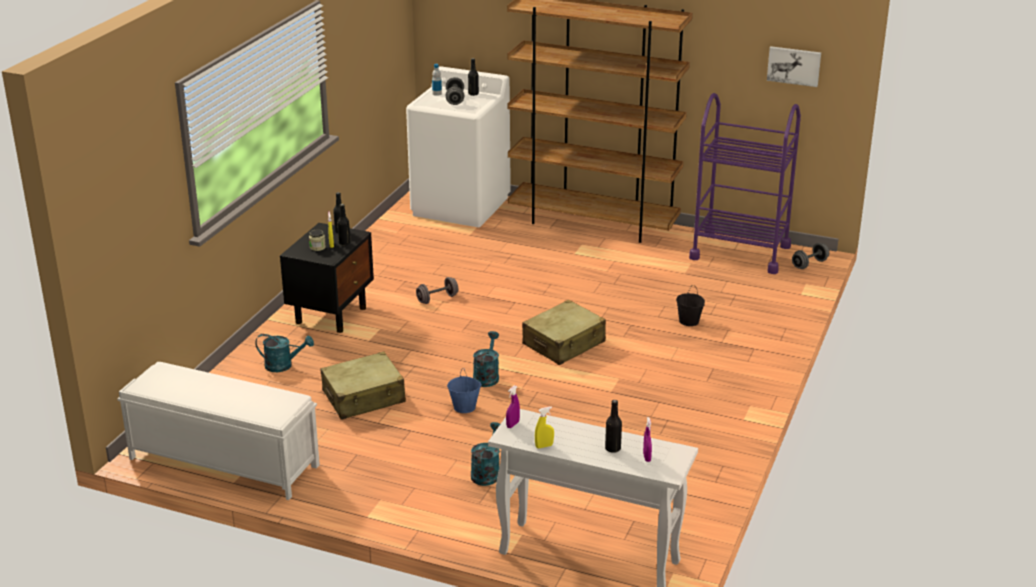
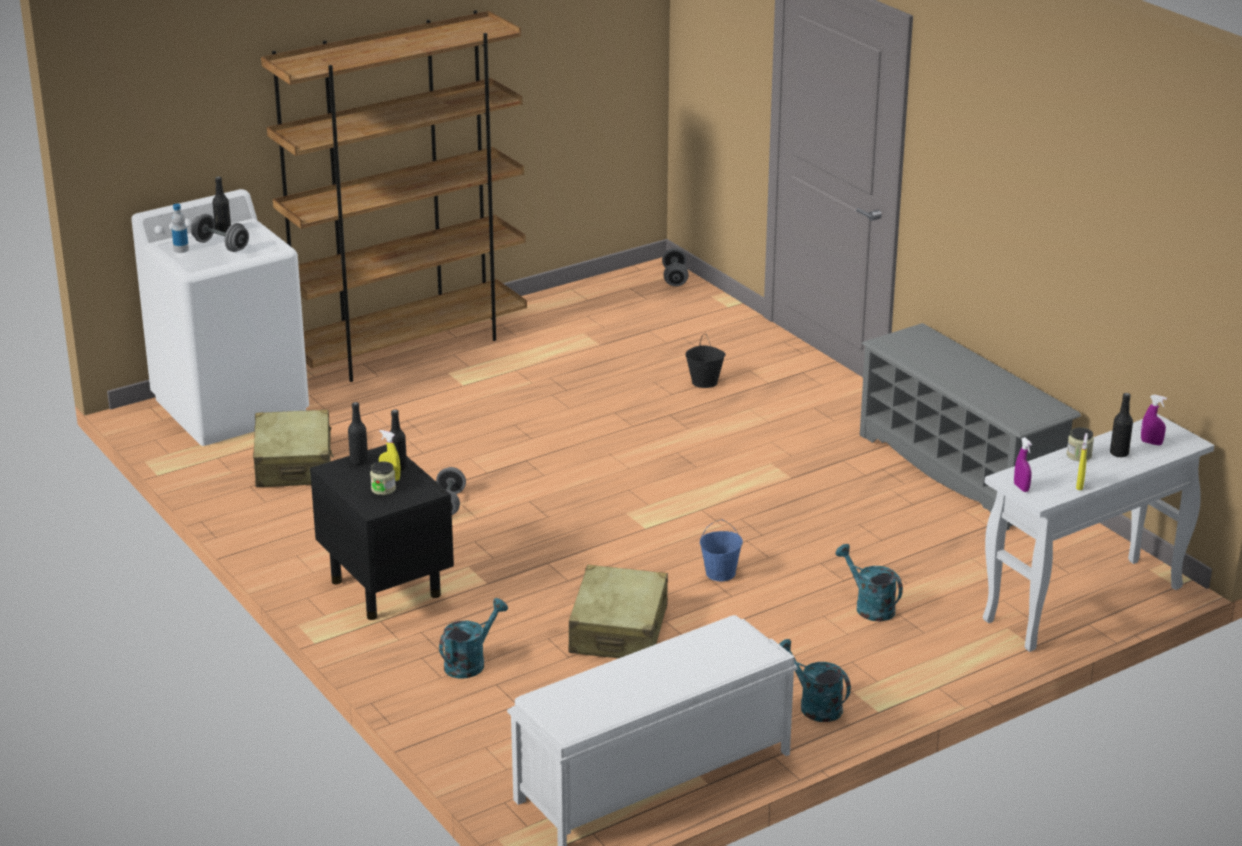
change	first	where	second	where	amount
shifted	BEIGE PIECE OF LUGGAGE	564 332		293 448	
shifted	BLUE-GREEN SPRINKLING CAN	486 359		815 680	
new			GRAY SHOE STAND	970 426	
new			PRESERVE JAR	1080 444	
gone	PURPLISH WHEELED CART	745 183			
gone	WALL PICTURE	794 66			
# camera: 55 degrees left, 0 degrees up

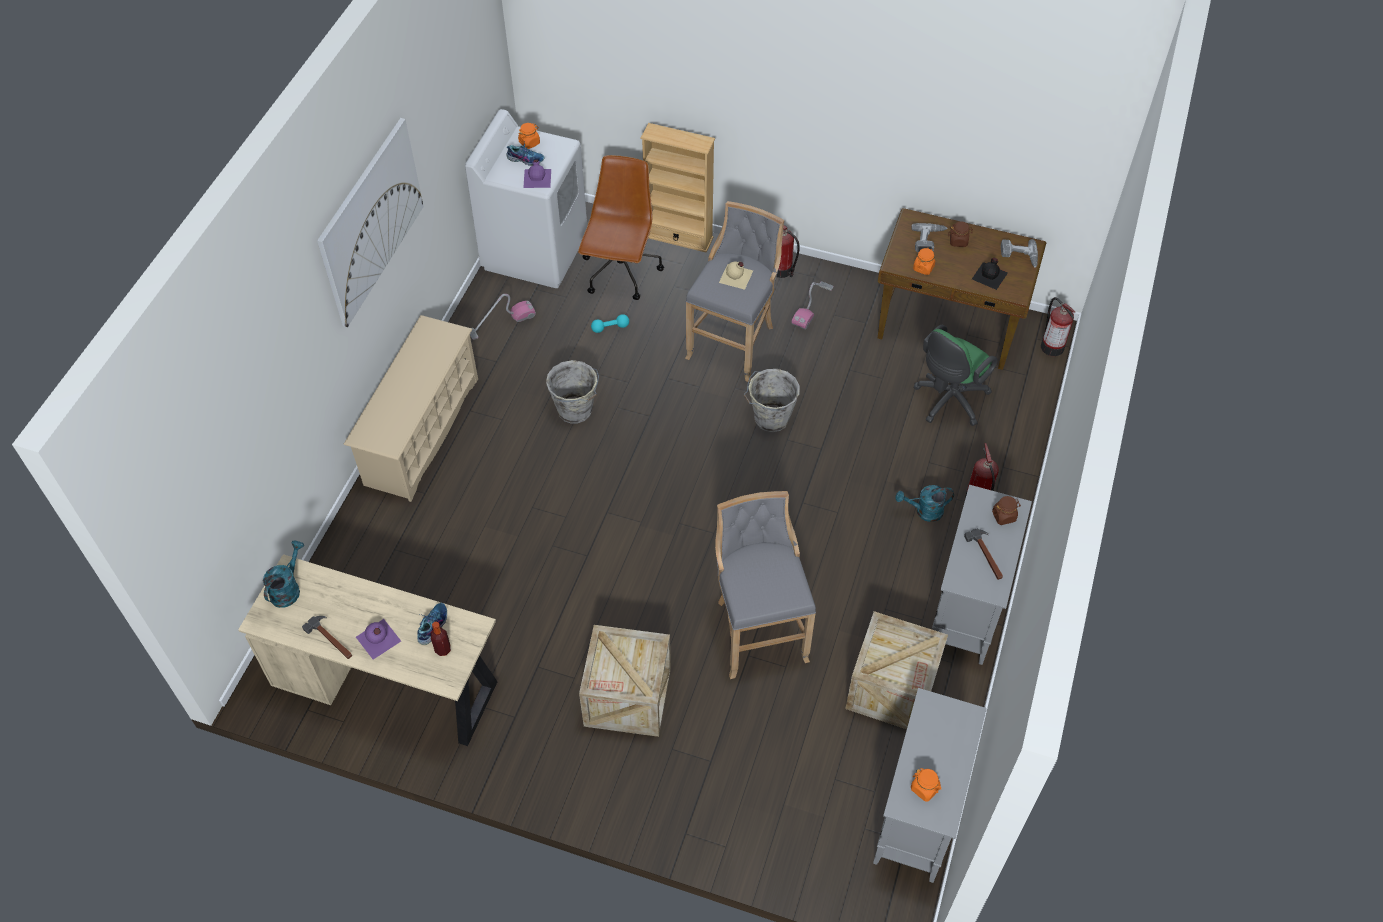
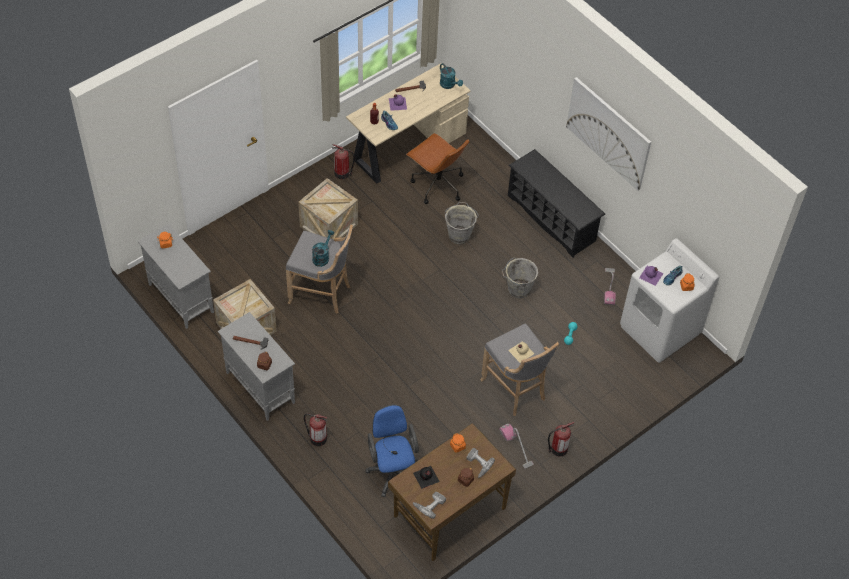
change	first	where	second	where	amount
shifted	BLUE-GREEN SPRINKLING CAN	925 503		323 248	
shifted	FIRE EXTINGUISHER	1058 326		343 161	
repainted	GREENISH DESK CHAIR	955 375	BLUE-COLOURED DESK CHAIR	392 450	
shifted	BROWN-COLOURED DESK CHAIR	621 227		437 168	
shifted	GRAY BUCKET	772 400		462 223	
repainted	BEIGE SHOE STAND	410 408	BLACK-COLOURED SHOE STAND	556 203	
gone	BEIGE BOOKSHELF	677 188			
# camera: 120 degrees right, 0 degrees up

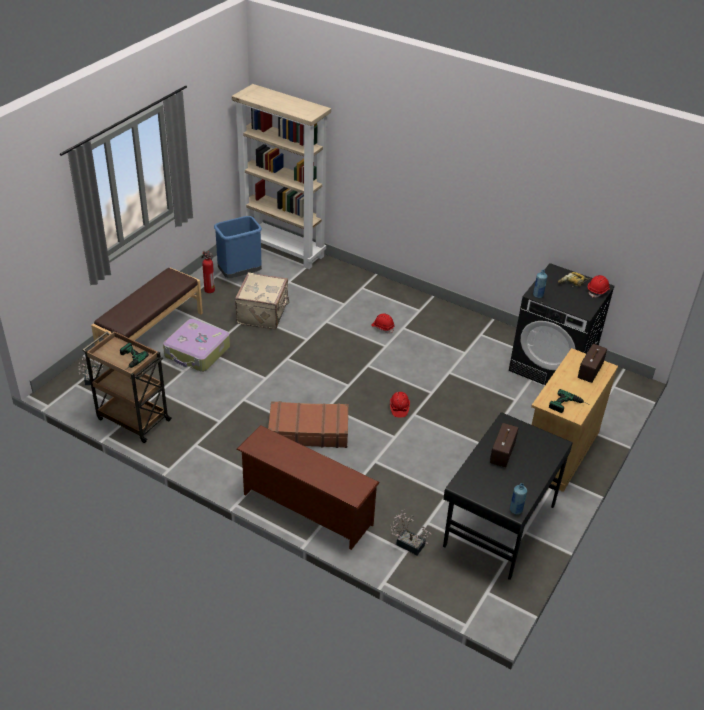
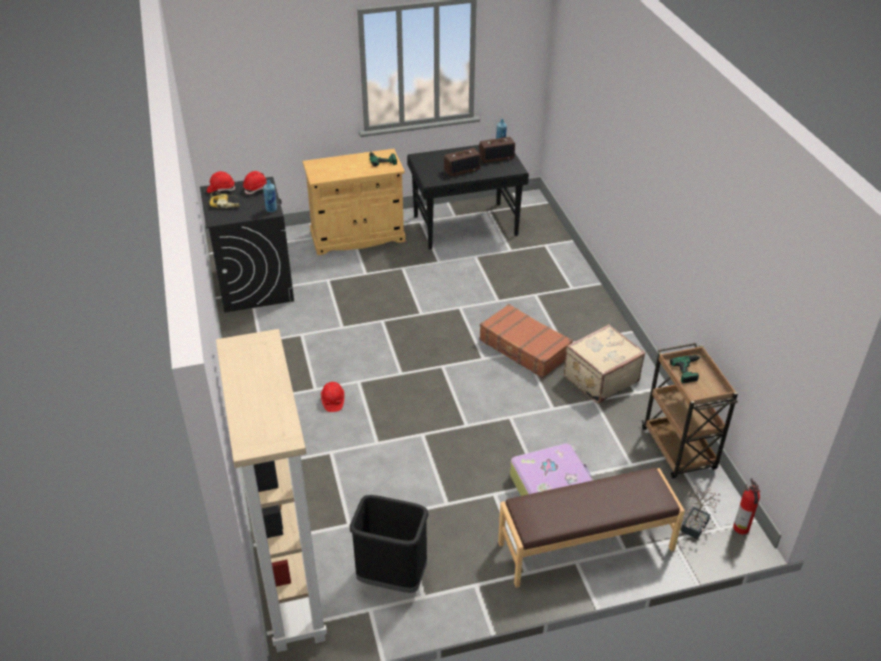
change	first	where	second	where	amount
shifted	RED WORK HELMET	400 404		255 183	
repainted	BLUE-COLOURED RUBBISH BIN	238 247	BLACK-COLOURED RUBBISH BIN	389 544	
shifted	RADIO SET	592 363		497 150	
shifted	BEIGE PIECE OF LUGGAGE	262 300		605 363	
shifted	FIRE EXTINGUISHER	208 272		746 506	
gone	BROWN-COLOURED SHOE STAND	308 487			
gone	HOUSEPLANT	410 532			
# camera: 135 degrees left, 0 degrees up

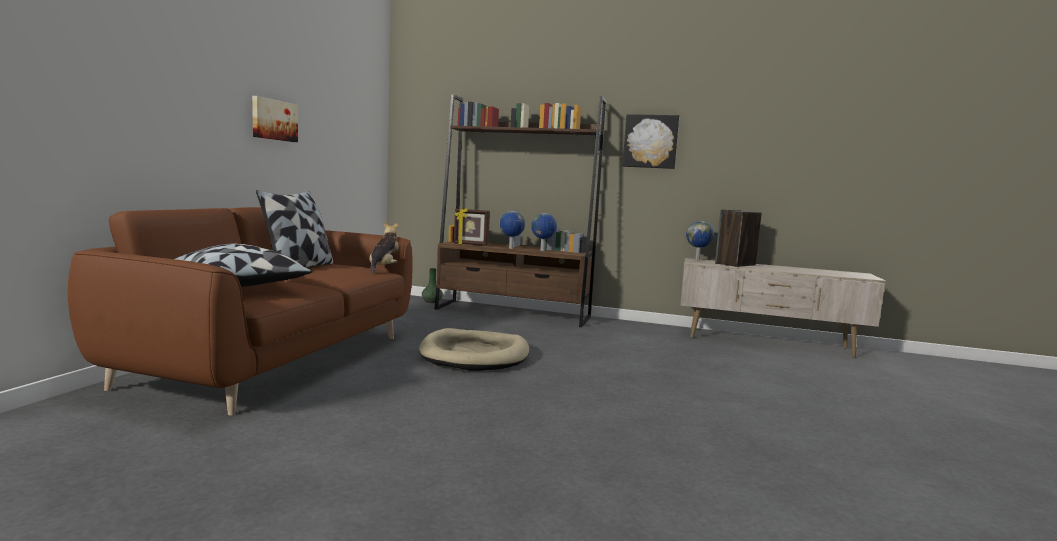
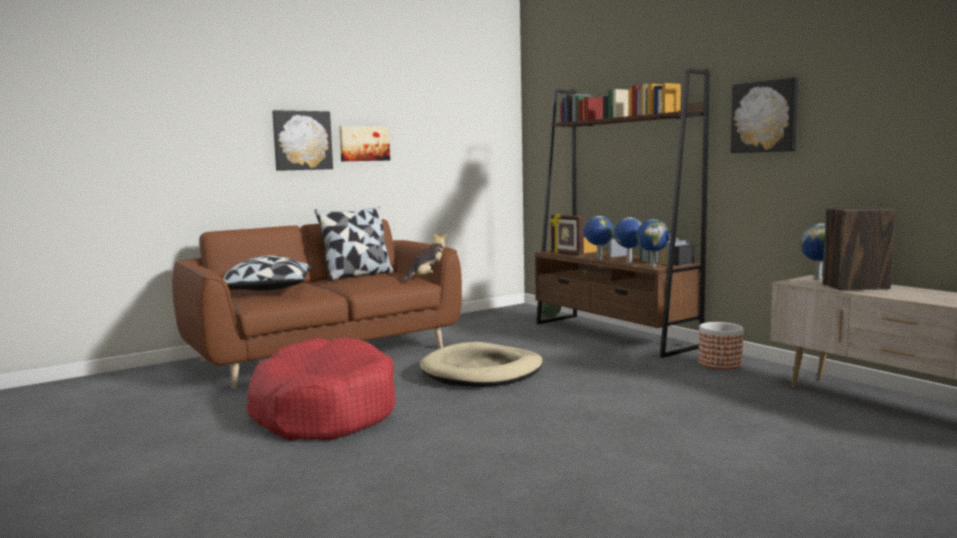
change	first	where	second	where	amount
new			RED PET BED	321 389	
new			WALL PICTURE	302 140	
new			DESK GLOBE	653 243	
new			PLANTER	720 345	
# camera: 40 degrees right, 0 degrees up

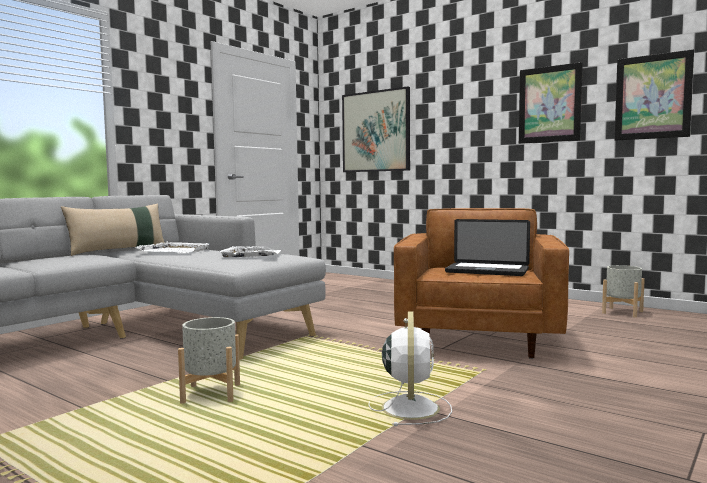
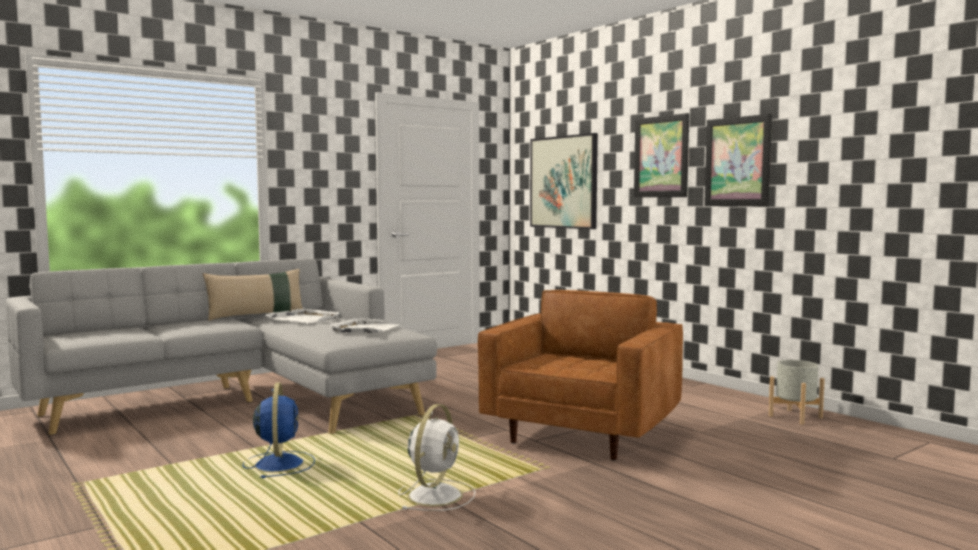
change	first	where	second	where	amount
swapped	GRAY PLANTER	209 360	BLUE-COLOURED ELECTRIC FAN	278 430	
shifted	WALL PICTURE	654 95		661 155	
gone	NOTEBOOK COMPUTER	487 247			
# camera: 15 degrees right, 0 degrees up

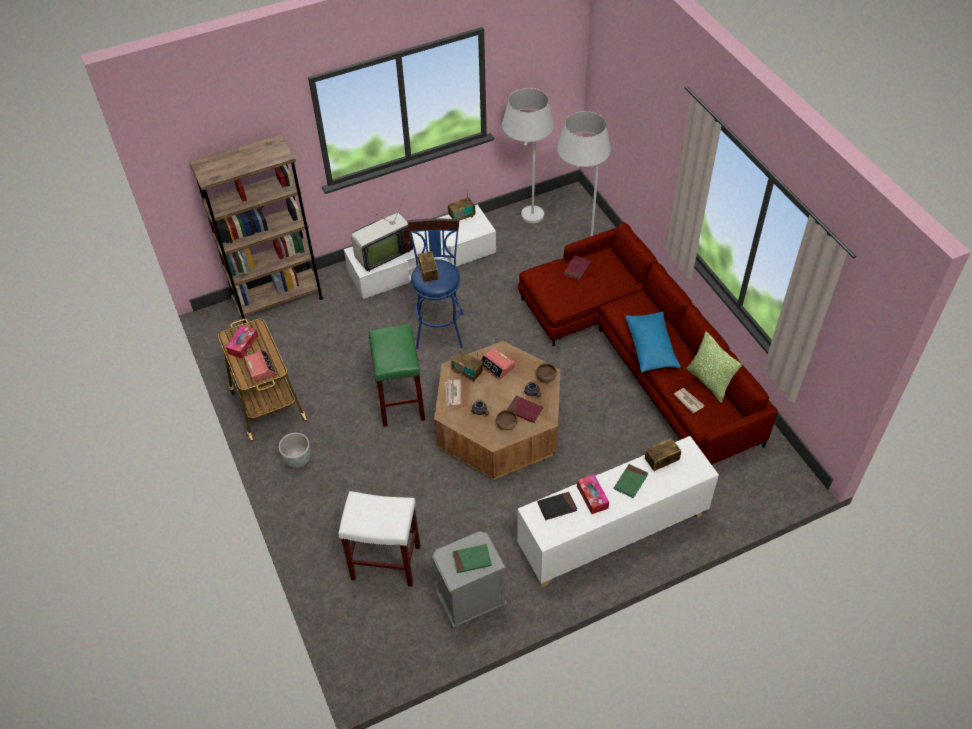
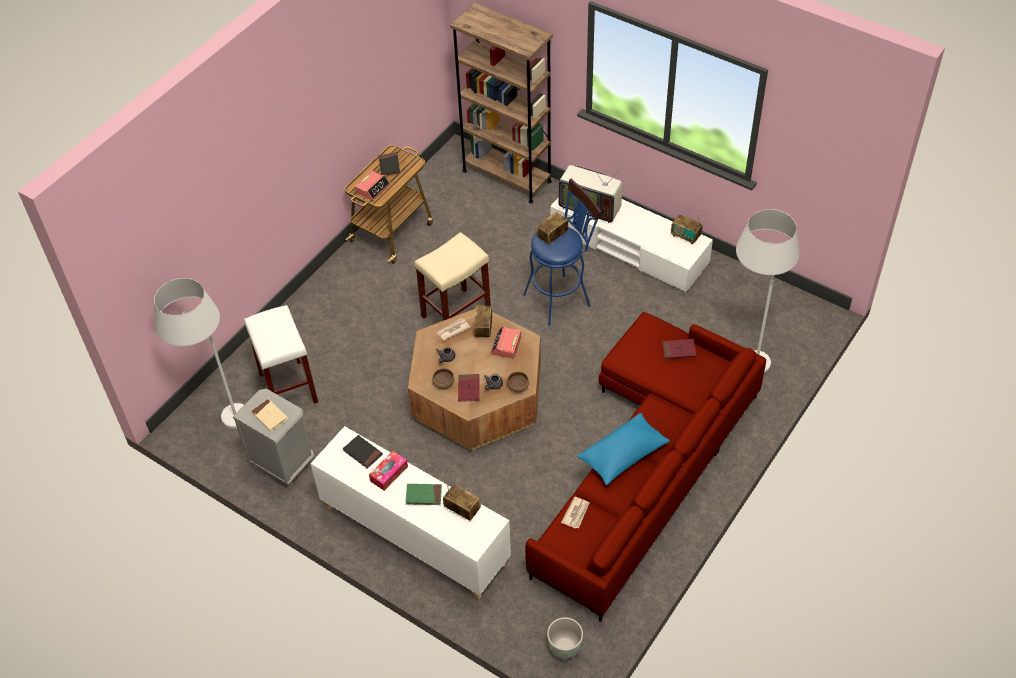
change	first	where	second	where	amount
shifted	WHITISH STANDING LAMP	528 155		199 353	
repainted	GREENISH BOOK	472 558	BEIGE BOOK	269 415	
swapped	BOX OF TISSUES	242 342	BLACK-COLOURED BOOK	389 163	
repainted	GREENISH STOOL SEAT	397 375	BEIGE STOOL SEAT	452 276	
shifted	GRAY PLANTER	294 450		565 638	
gone	THROW PILLOW	714 367			
# camera: 60 degrees right, 0 degrees up

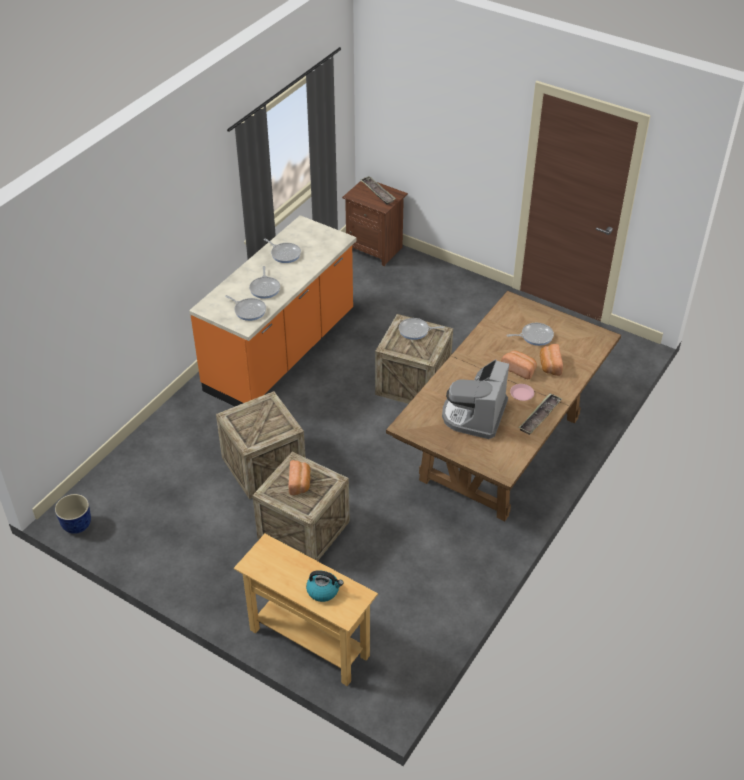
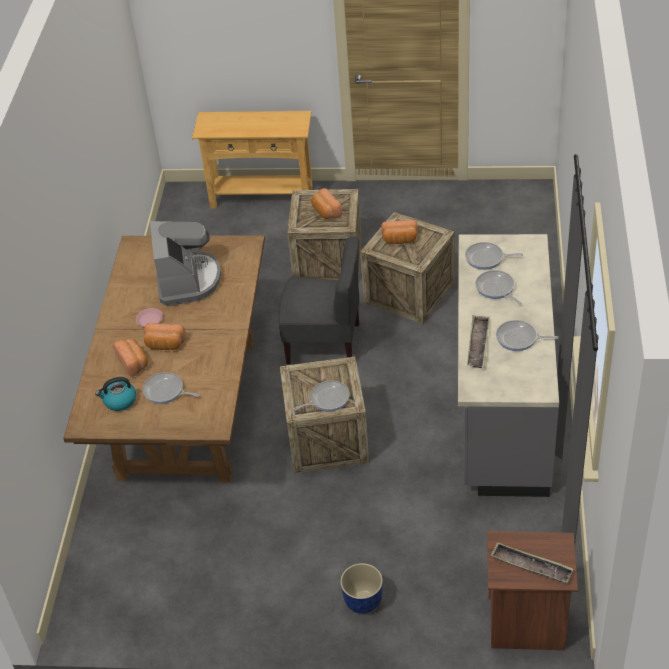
change	first	where	second	where	amount
shifted	TEA KETTLE	324 586		115 394	
rotated	SKILLET	530 334		171 388	60 degrees clockwise
new			GRAY PLAIN CHAIR	318 300	
shifted	PLANTER	73 514		361 588	
new			BAKED BREAD	399 232	
repainted	ORANGE COUNTER	272 310	GRAY COUNTER	508 365	
shifted	CARRYING TRAY	540 414		478 341	
# camera: 155 degrees right, 0 degrees up

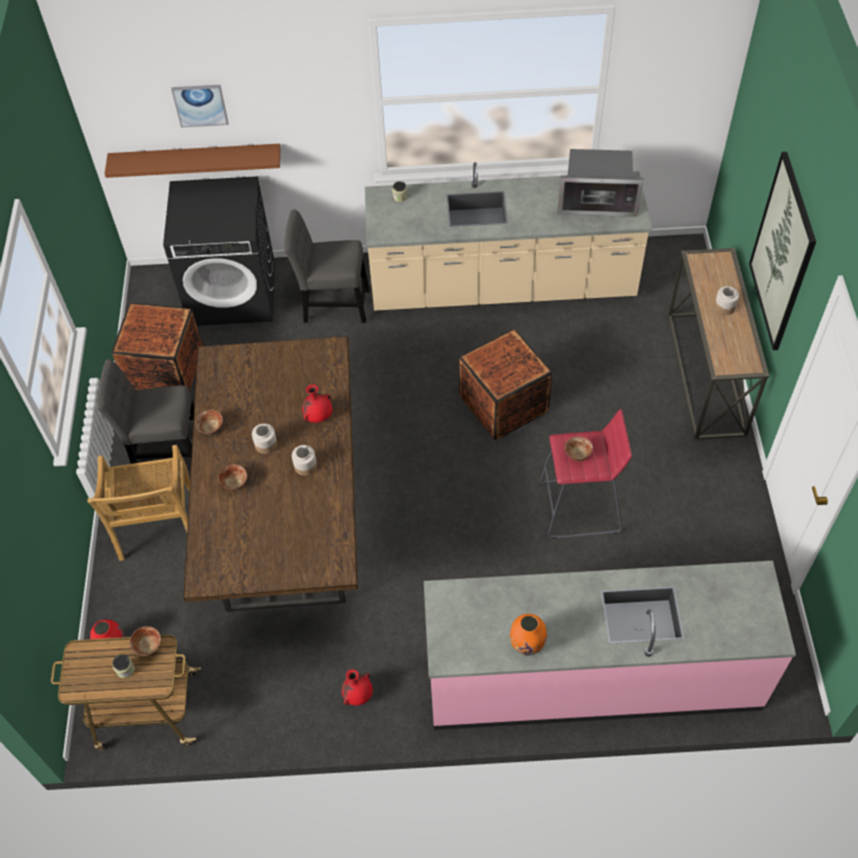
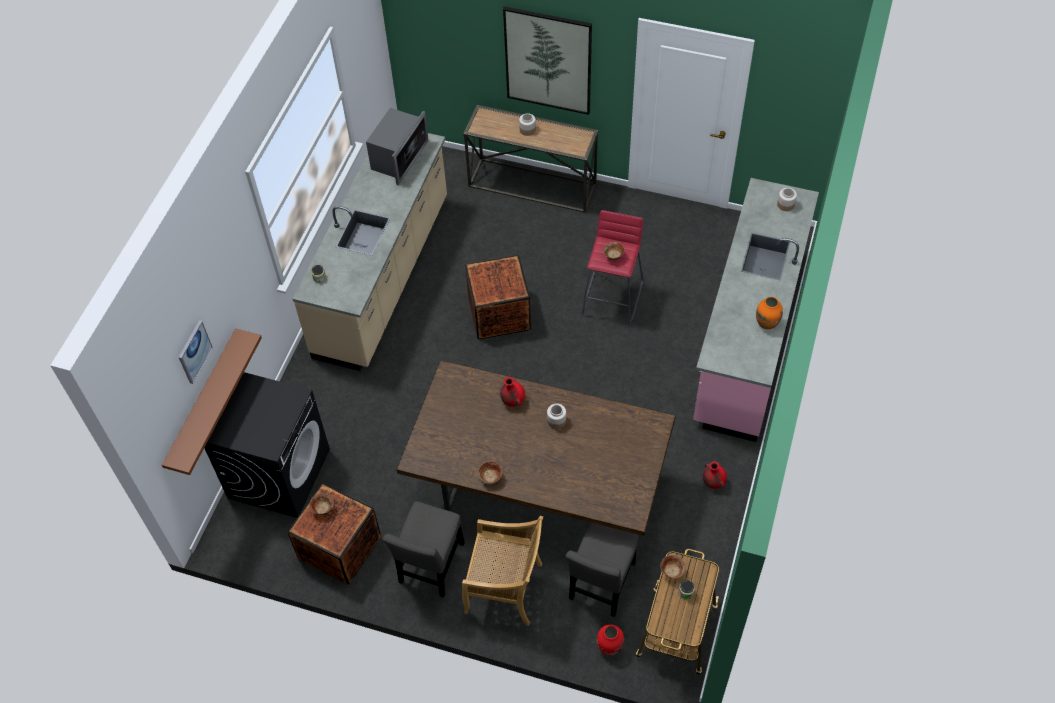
change	first	where	second	where	amount
shifted	SERVING BOWL	232 477		322 504	
shifted	GRAY PLAIN CHAIR	327 266		602 569	
shifted	PRESERVE JAR	264 438		787 199	
# camera: 70 degrees left, 0 degrees up

